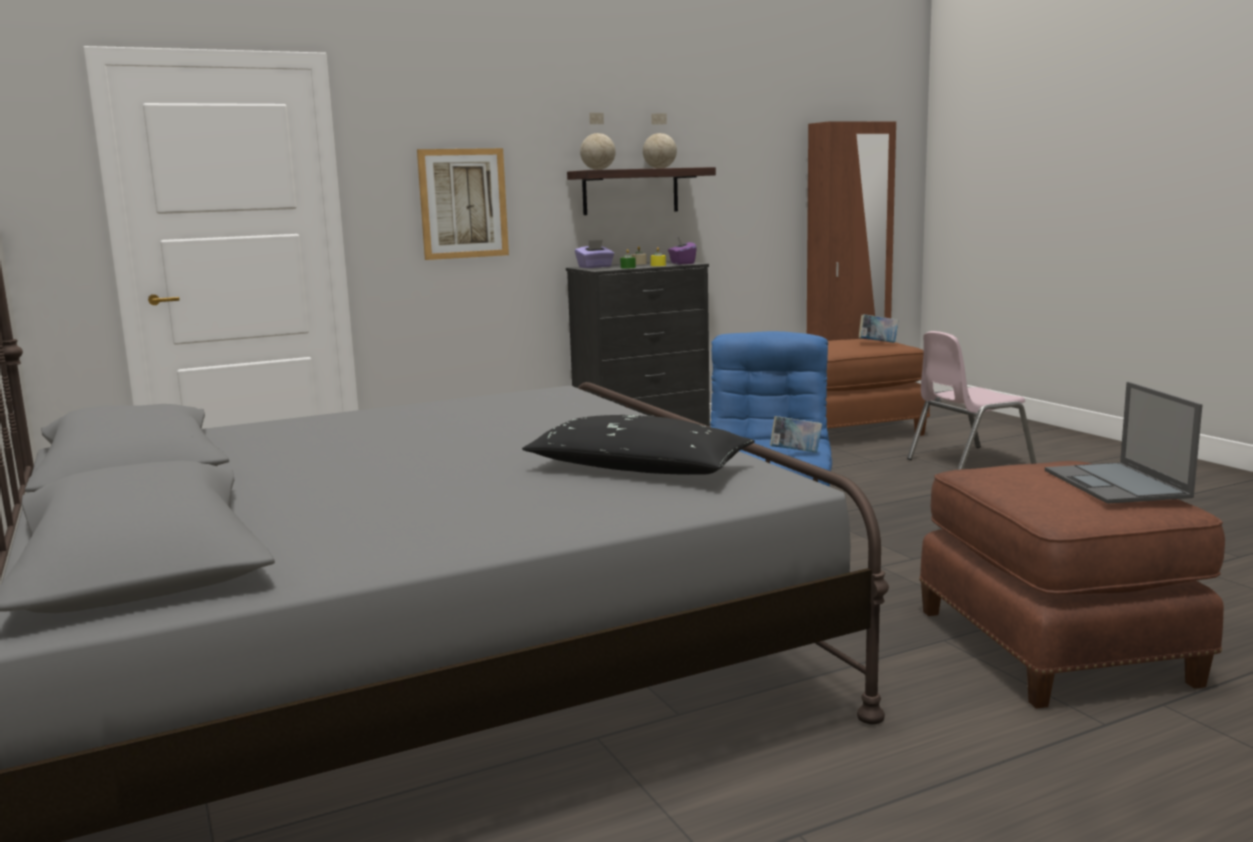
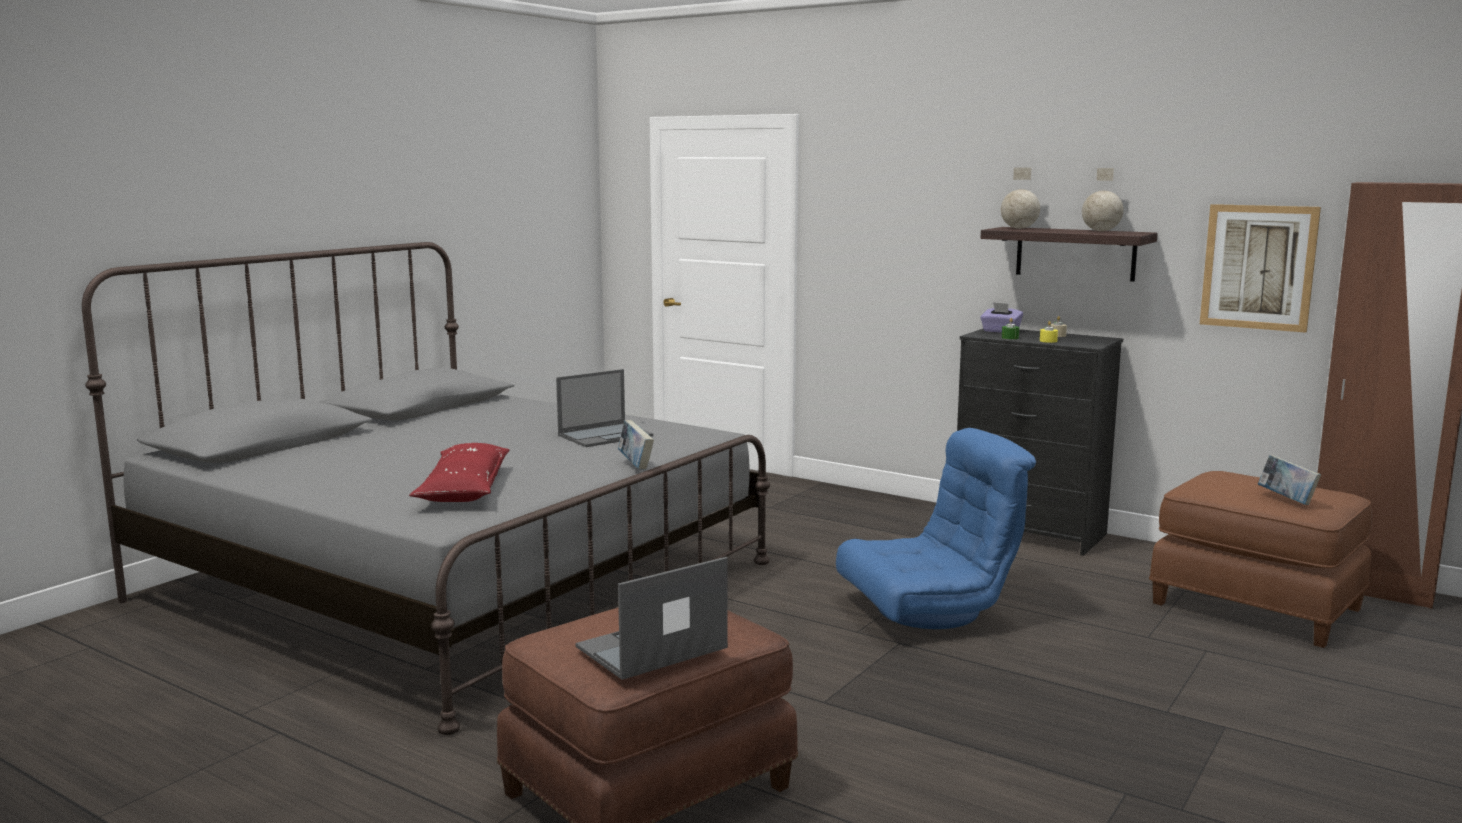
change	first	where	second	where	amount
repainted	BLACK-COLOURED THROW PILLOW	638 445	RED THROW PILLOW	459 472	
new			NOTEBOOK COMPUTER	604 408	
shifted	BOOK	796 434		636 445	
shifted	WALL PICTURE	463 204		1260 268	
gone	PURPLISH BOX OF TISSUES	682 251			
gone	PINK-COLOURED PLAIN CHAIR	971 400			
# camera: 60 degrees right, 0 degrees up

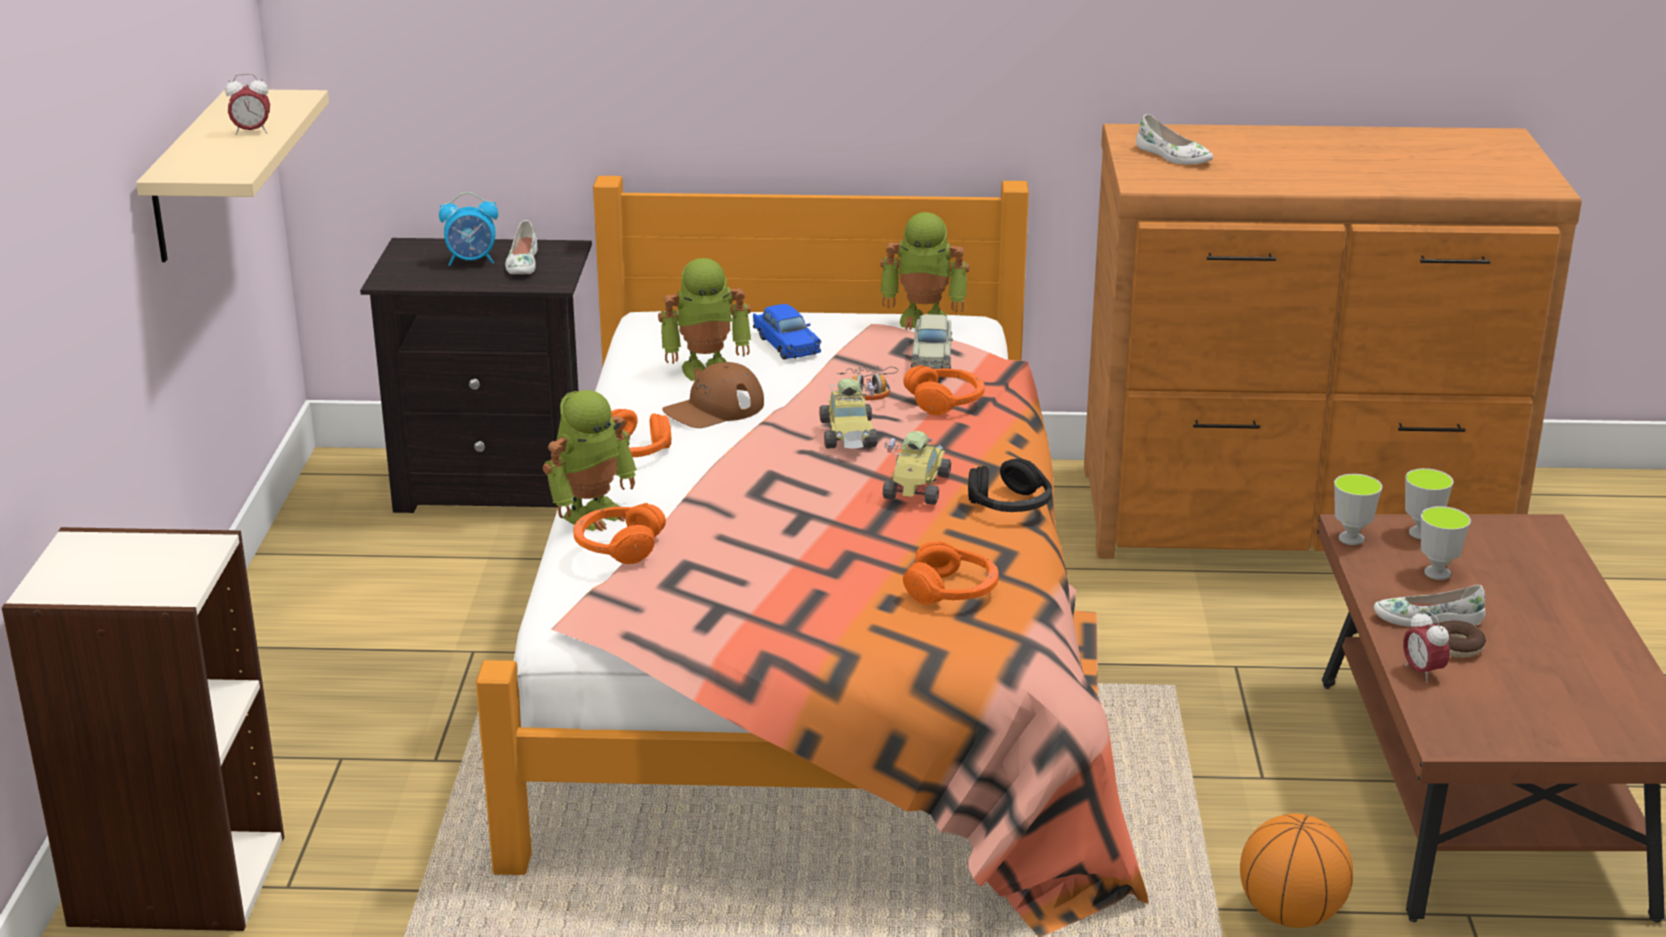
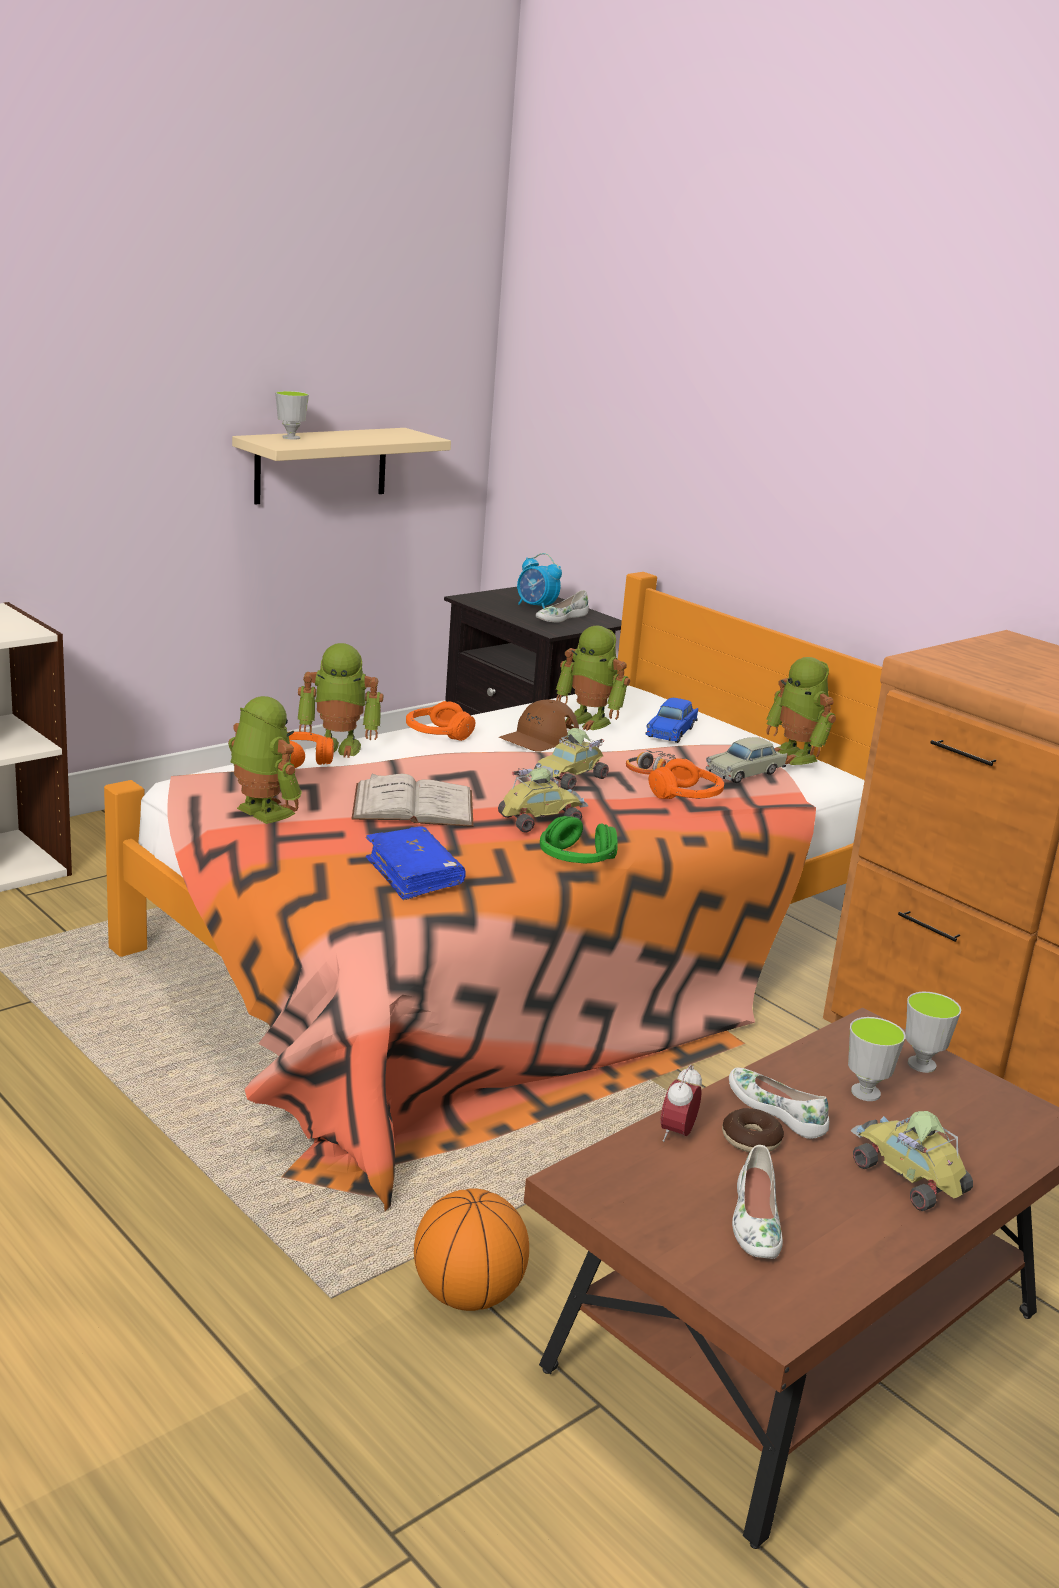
change	first	where	second	where	amount
new			ROBOT FIGURE	265 760	
shifted	SMALL CUP	1358 509		292 415	
new			WHITISH BOOK	412 800	
swapped	ORANGE HEADPHONES	951 573	BLUE-COLOURED BOOK	415 863	
rotated	BROWN-COLOURED PEAKED CAP	713 395		539 726	60 degrees counterclockwise
repainted	BLACK-COLOURED HEADPHONES	1010 485	GREENISH HEADPHONES	579 839	
shifted	WHITISH SHOE	1174 139		757 1202	
new			MODEL CAR	912 1161	
gone	BEDSIDE CLOCK	247 104			
# camera: 45 degrees right, 5 degrees down

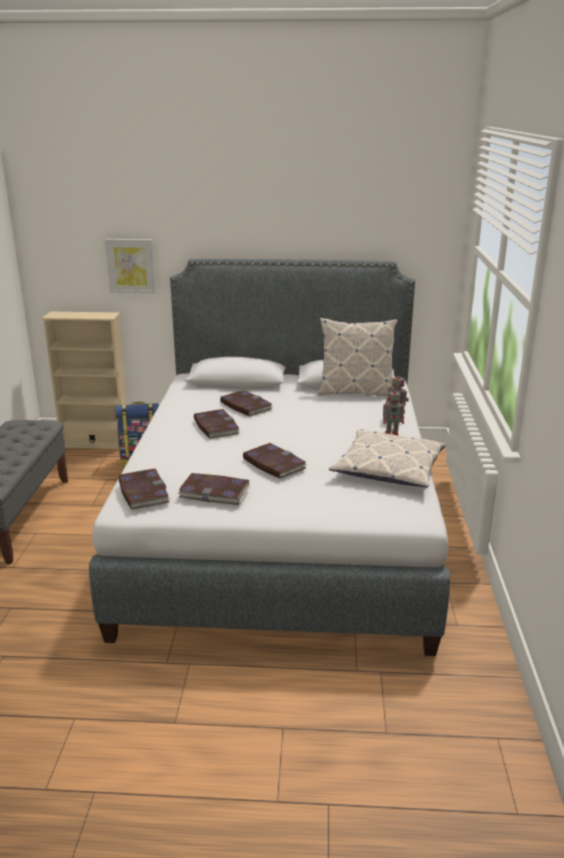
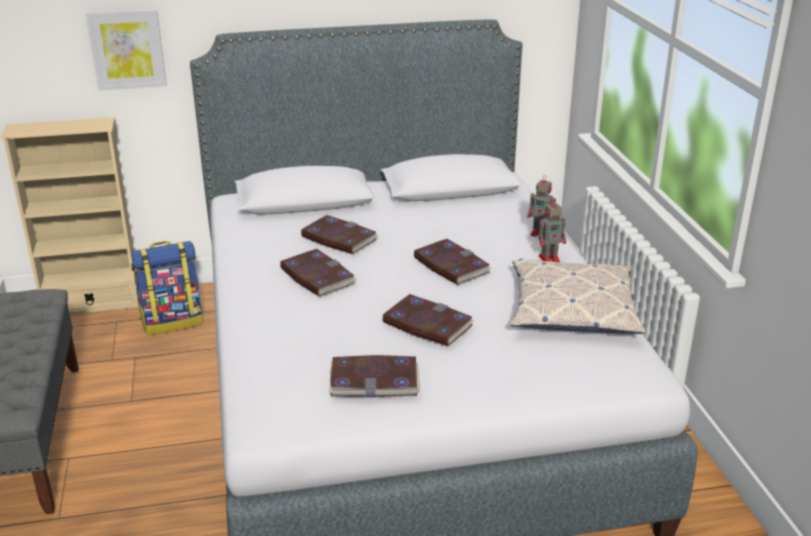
change	first	where	second	where	amount
shifted	BOOK	144 489		452 262	
gone	THROW PILLOW	357 357			
# camera: 15 degrees left, 5 degrees up

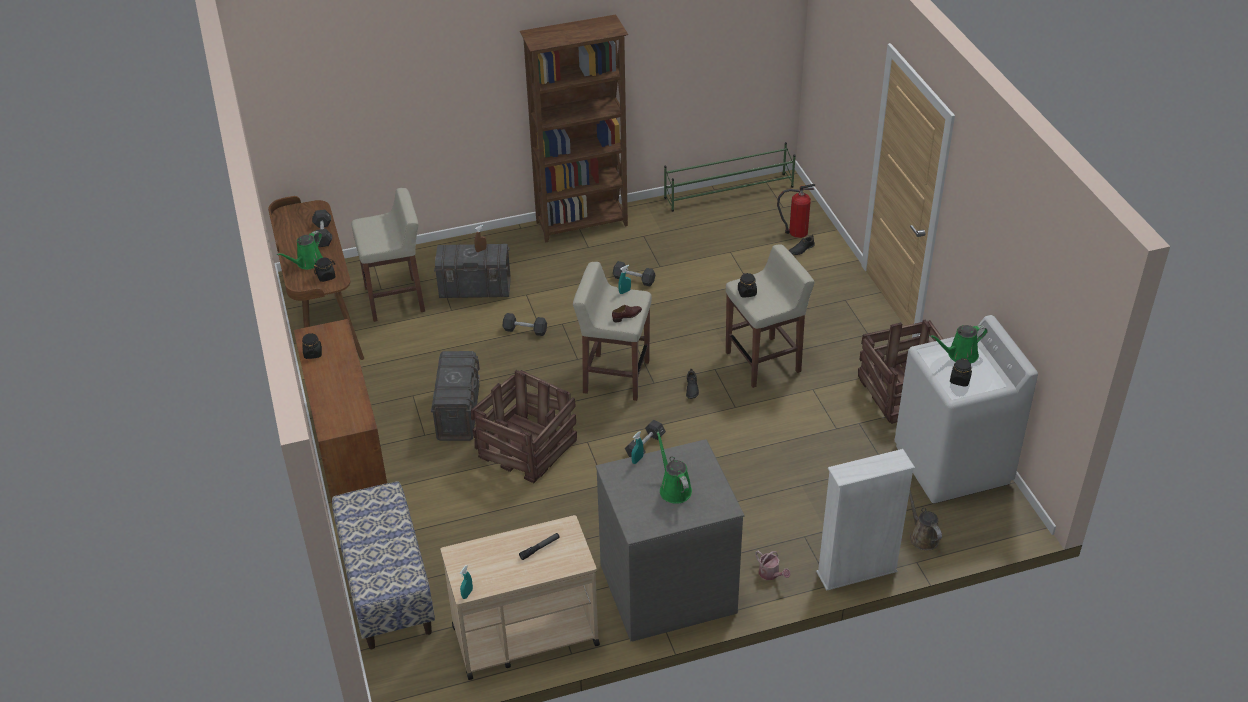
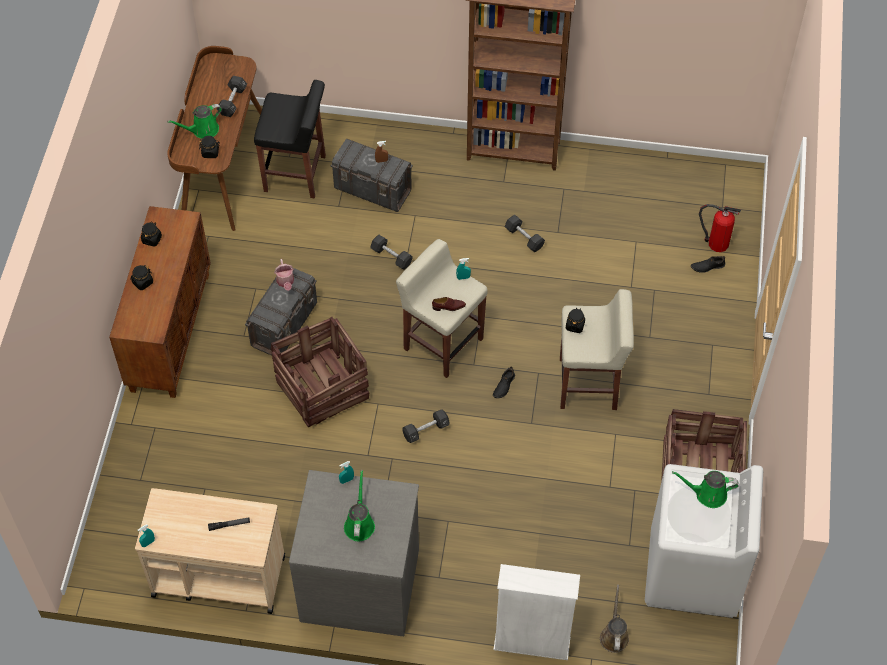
change	first	where	second	where	amount
shifted	BLACK-COLOURED PRESERVE JAR	961 372		141 277	
repainted	BEIGE STOOL SEAT	388 255	BLACK-COLOURED STOOL SEAT	290 139	
shifted	SPRINKLING CAN	772 565		284 275	
gone	INDOOR BENCH	383 565			
gone	GREENISH SHOE STAND	730 177			
# camera: 25 degrees right, 15 degrees up

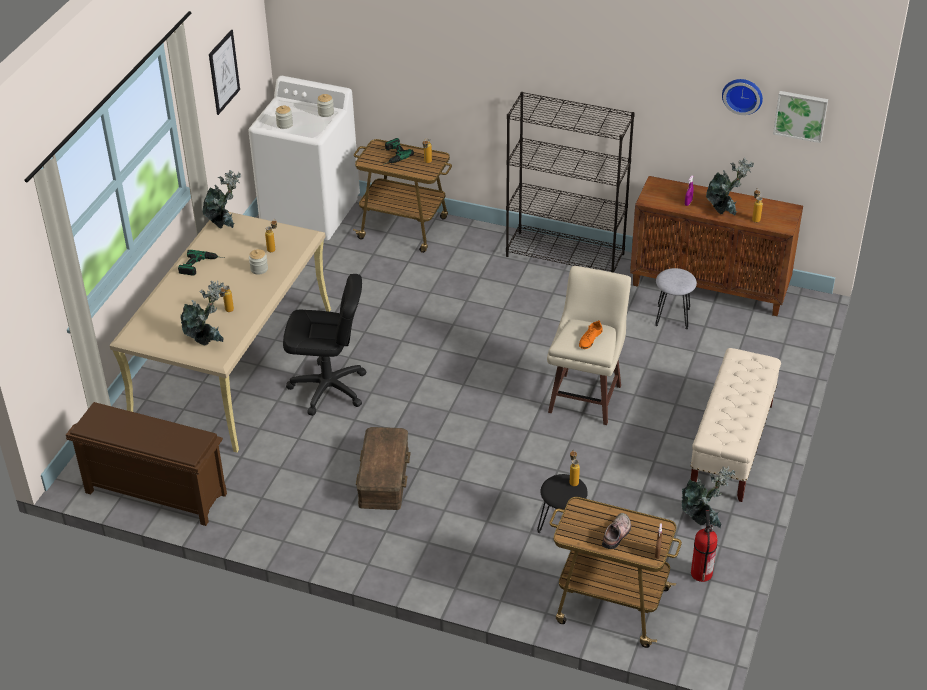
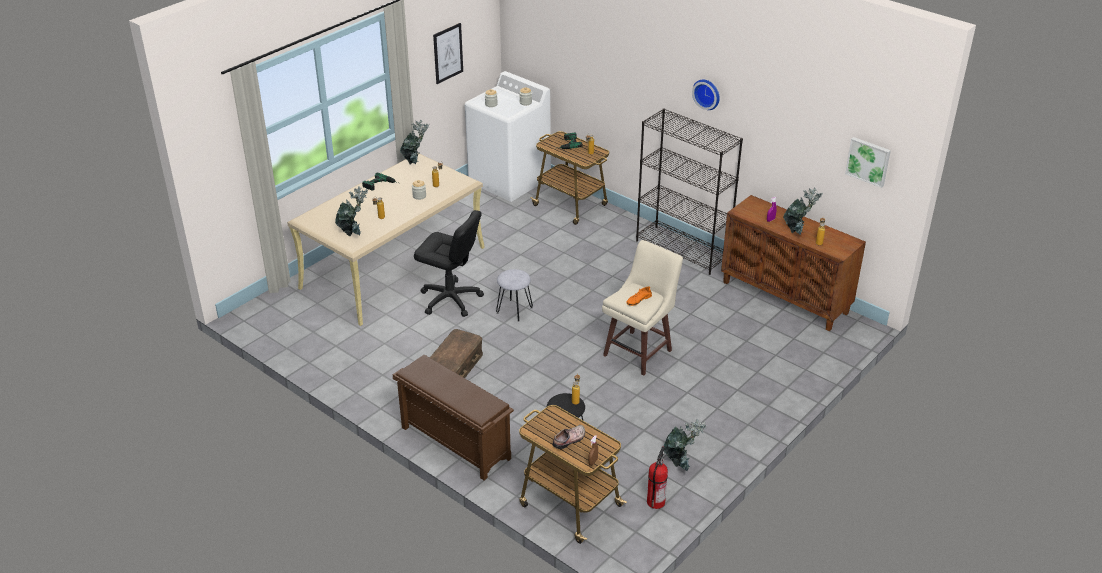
change	first	where	second	where	amount
shifted	BROWN-COLOURED SHOE STAND	146 464		453 417	
shifted	GRAY STOOL SEAT	676 298		514 295	
shifted	HANGING CLOCK	742 97		706 95	
gone	BEIGE INDOOR BENCH	735 425			
# camera: 20 degrees right, 5 degrees down

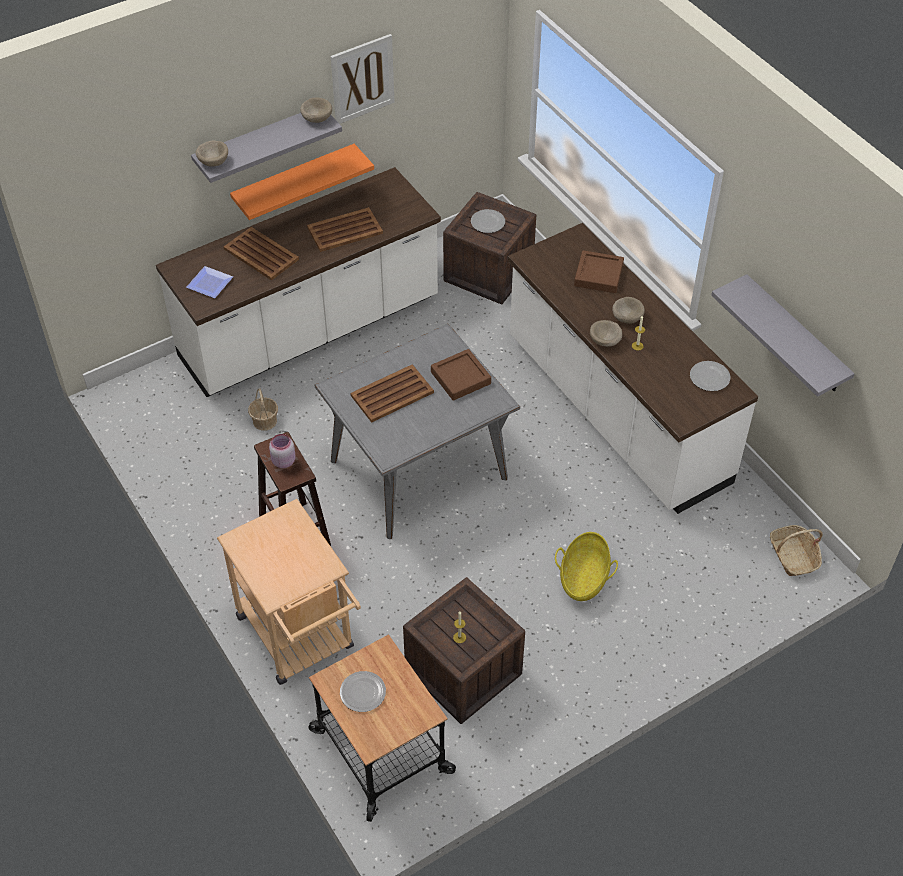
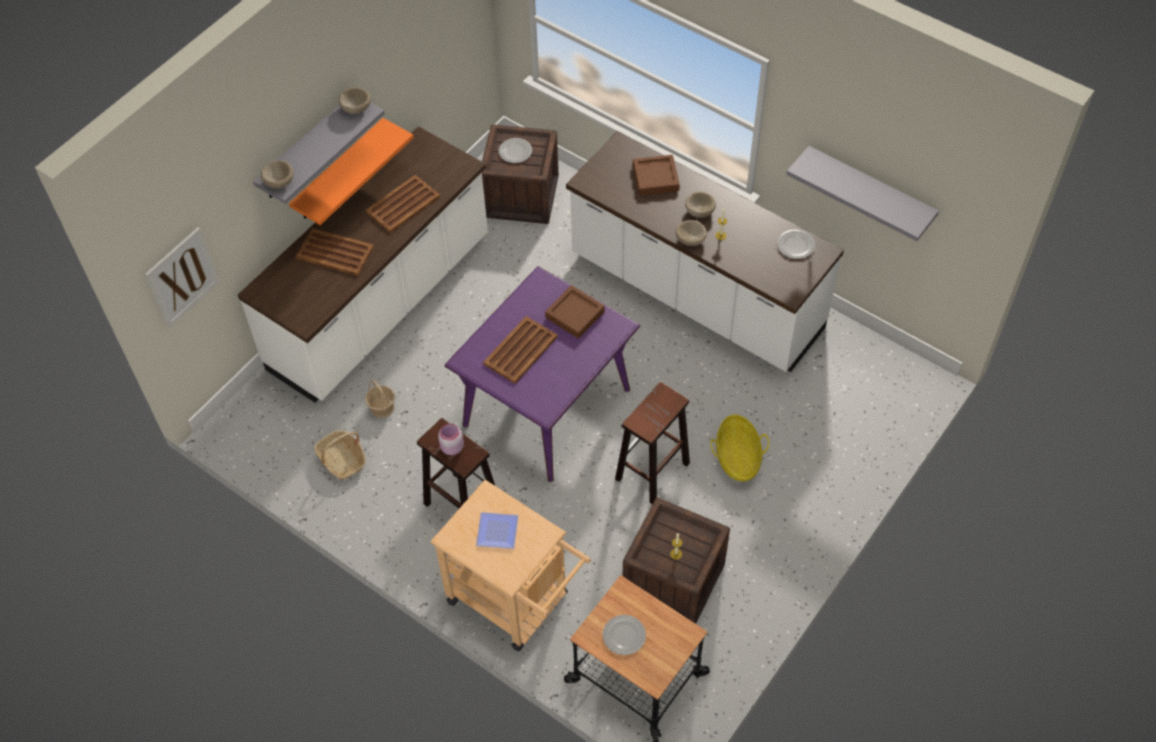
change	first	where	second	where	amount
shifted	WALL PICTURE	362 79		182 277	
shifted	BASKET	796 550		340 455	
repainted	GRAY DINING TABLE	417 431	PURPLISH DINING TABLE	542 374	
shifted	PLATE	209 282		497 530	
new			BROWN-COLOURED STOOL SEAT	652 443	
# camera: 20 degrees left, 5 degrees up

